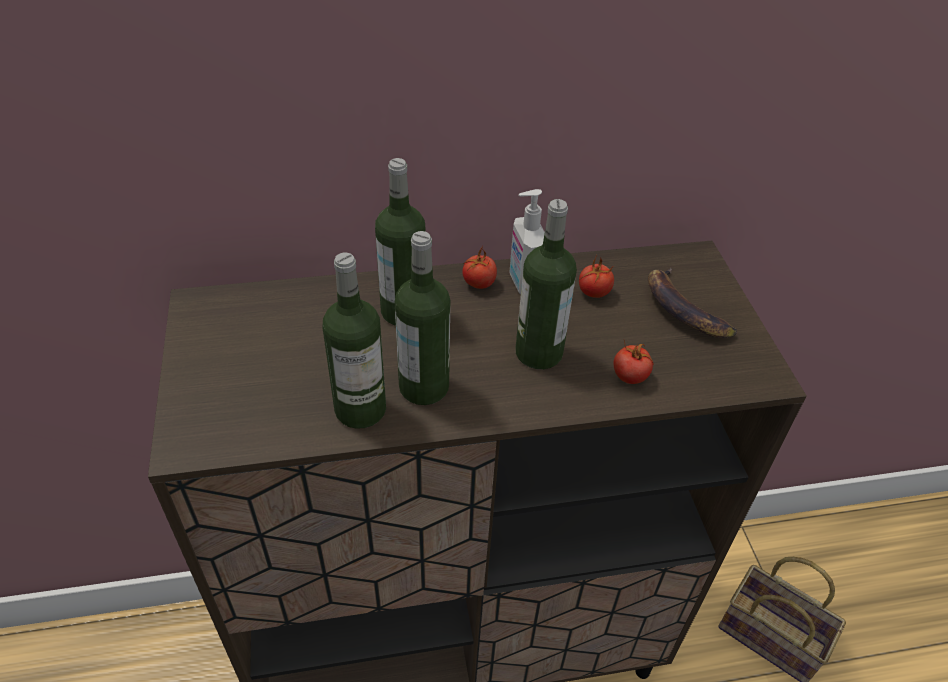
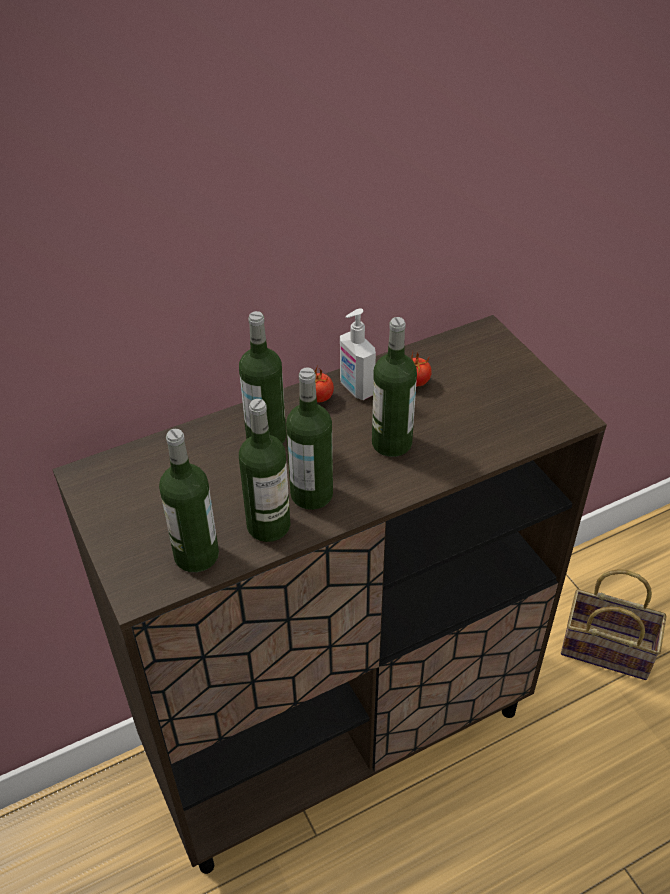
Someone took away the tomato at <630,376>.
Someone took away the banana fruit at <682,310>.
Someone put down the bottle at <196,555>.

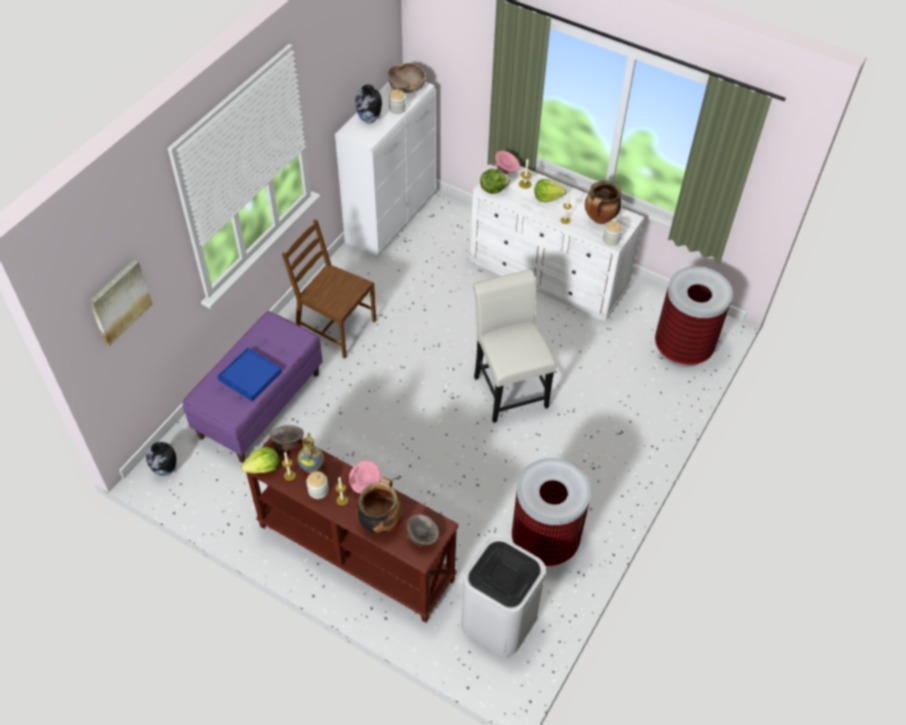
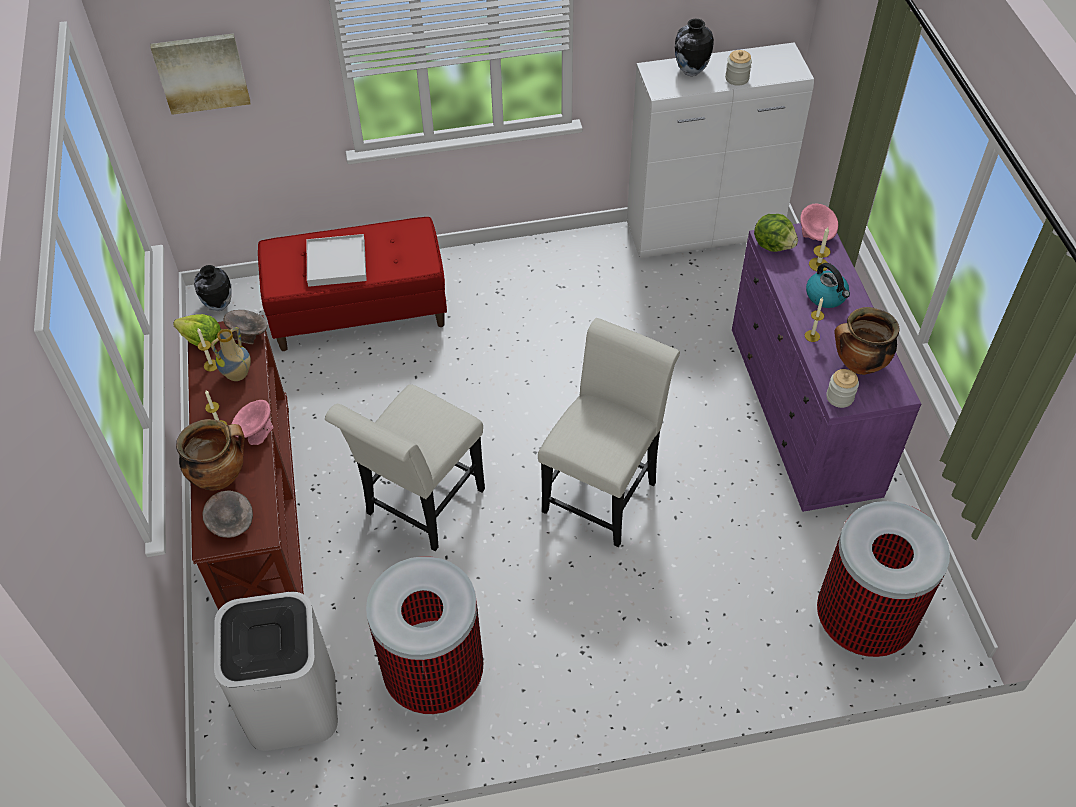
Someone took away the brown-coloured plain chair at <334,327>.
Someone took away the jar at <318,490>.
Someone took away the brown-coloured serving bowl at <406,88>.
Someone put down the white plain chair at <420,507>.
Someone swapped the lettuce head at <547,197> for the tea kettle at <826,296>.
Someone repainted the purple-coloured indoor bench at <260,404>, which became the red indoor bench at <360,312>.
Someone repainted the bluish carrying tray at <250,376>, which became the white carrying tray at <337,263>.
Someone repainted the white chest of drawers at <549,276>, which became the purple-coloured chest of drawers at <803,414>.

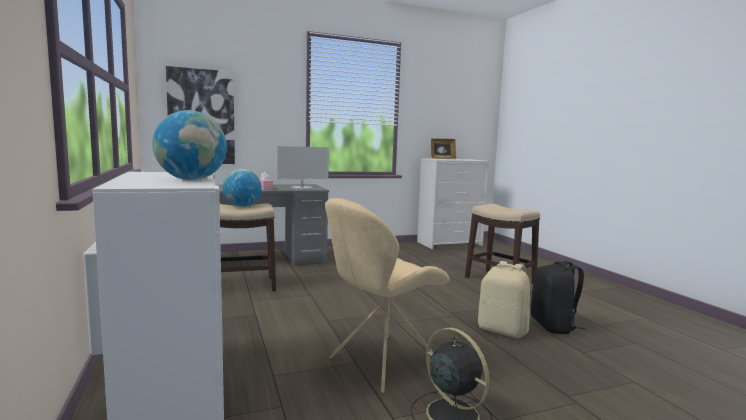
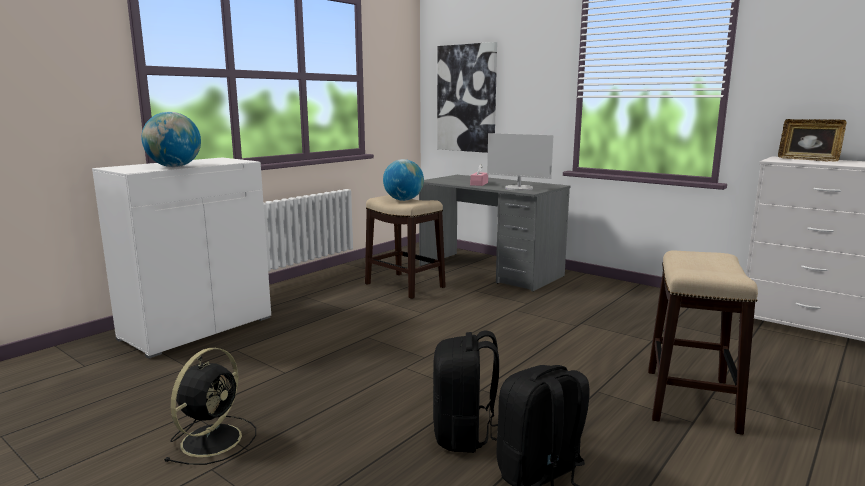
Someone took away the beige plain chair at <381,363>.
Someone repainted the beige rucksack at <503,330>, which became the blackish rucksack at <465,435>.

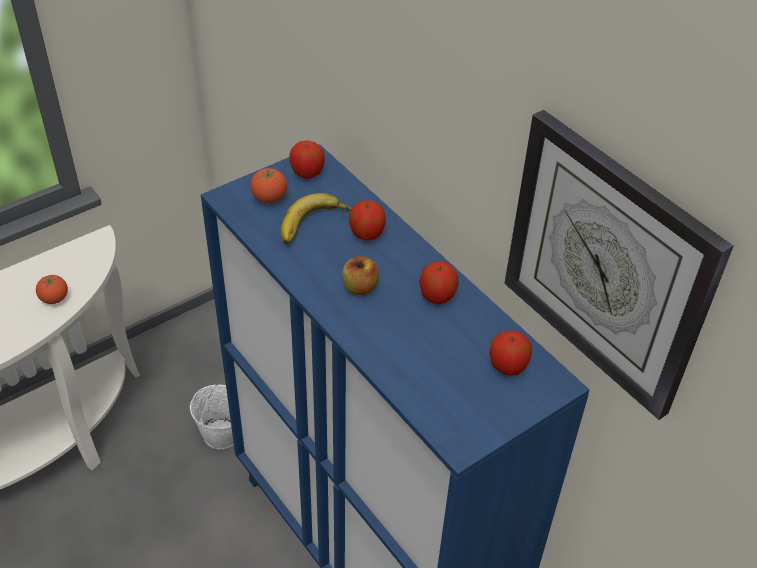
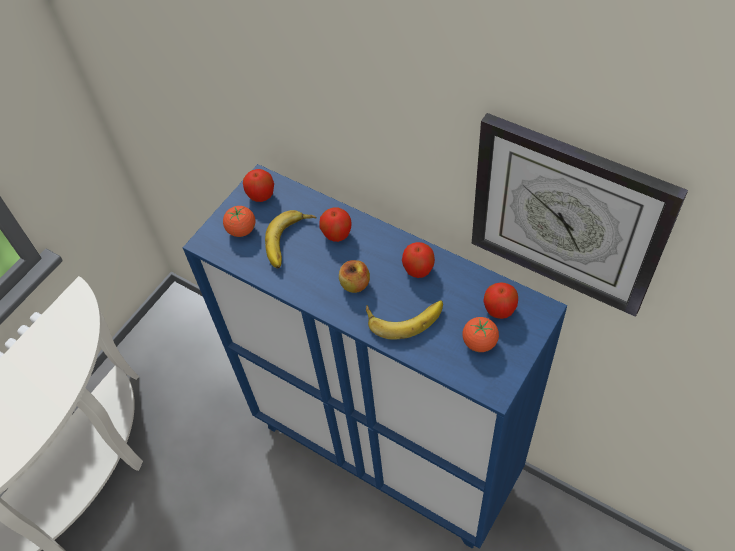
Someone took away the white pail at <221,434>.
Someone put down the banana fruit at <404,316>.
Someone carried the tomato from <54,299> to <479,342>.

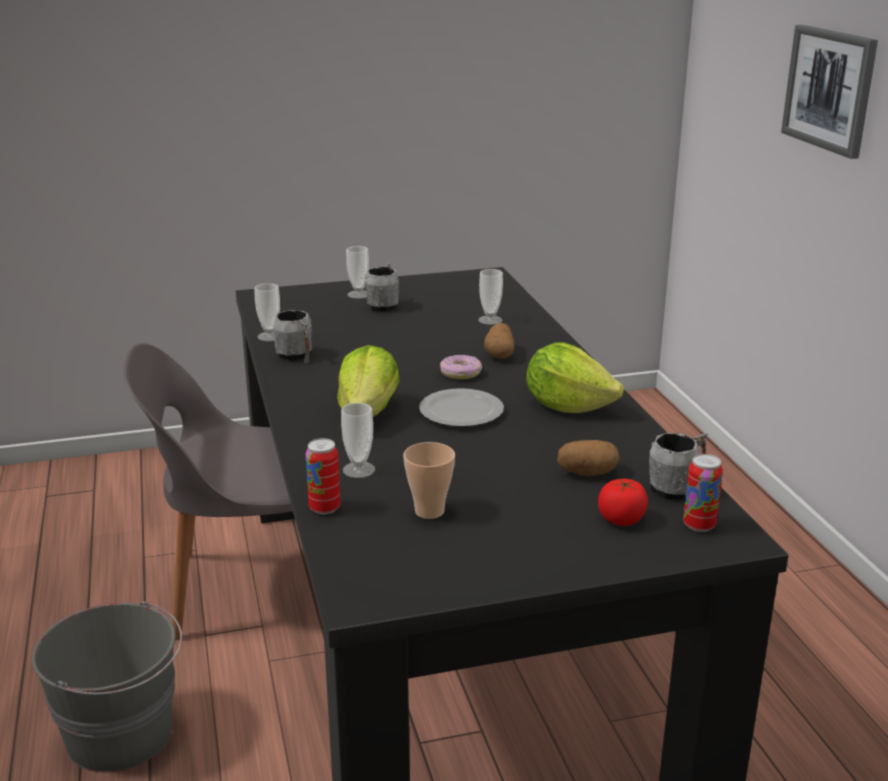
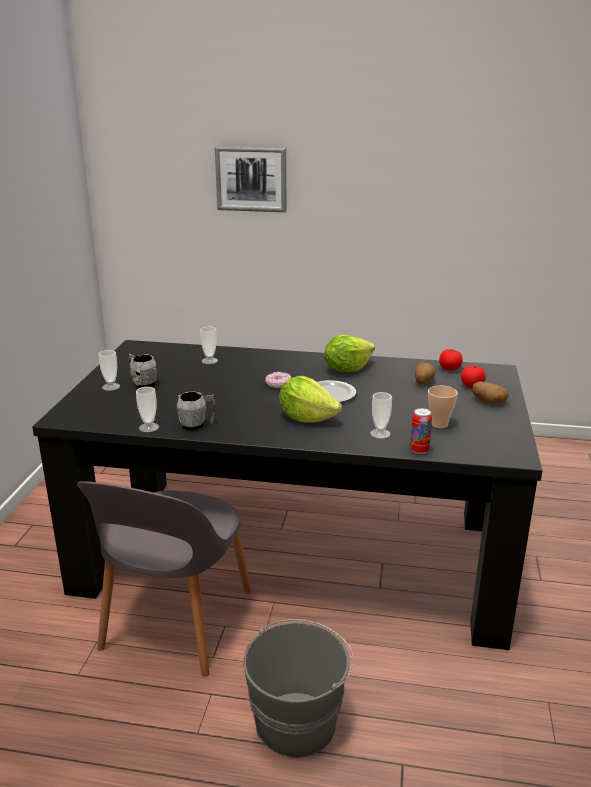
Someone took away the metal can at <699,525>.
Someone carried the spud from <499,354> to <488,401>.
Someone swapped the greyish mug at <677,488> for the tomato at <450,368>.

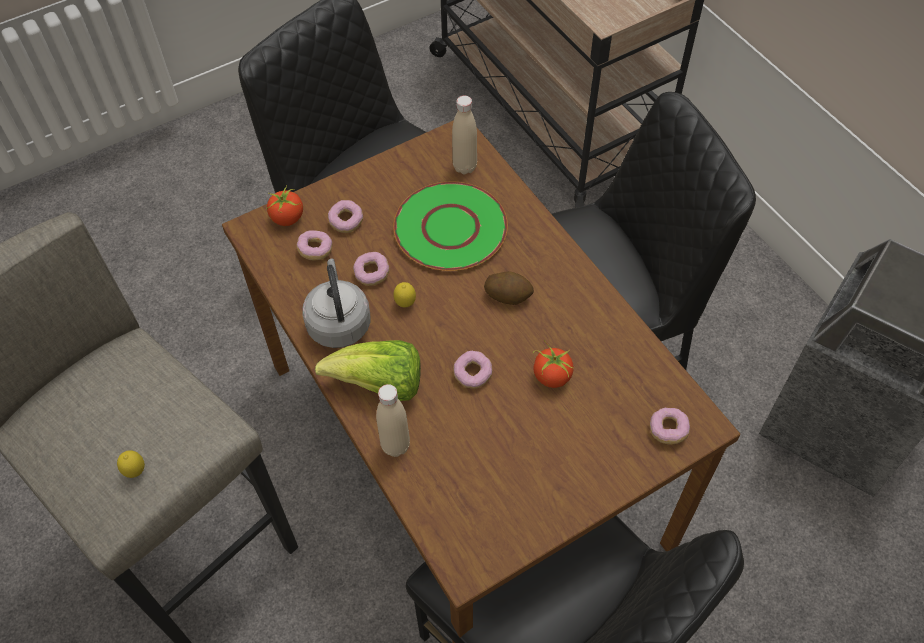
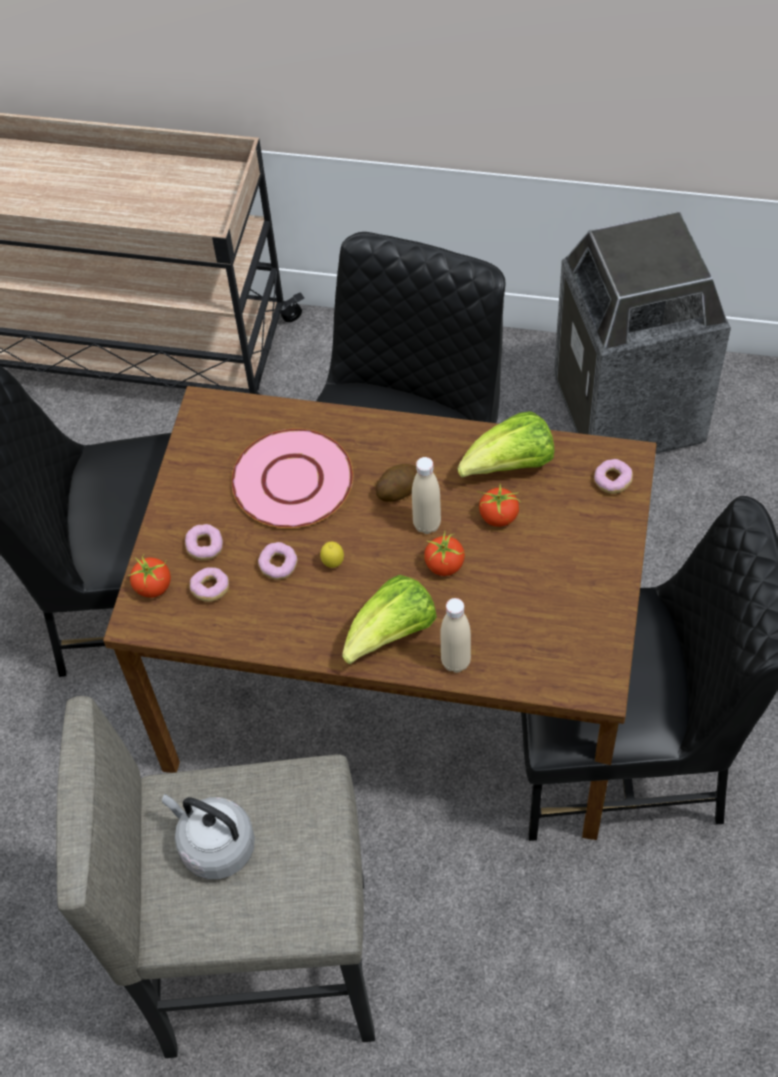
Someone took away the citrus fruit at <136,471>.
Someone put down the lettuce head at <510,466>.
Someone carried the greyish tea kettle from <338,322> to <214,845>.
Someone carried the beige bottle from <464,167> to <427,524>.
Someone swapped the donut at <472,374> for the tomato at <444,566>.
Someone repainted the green flat dish at <450,228>, which became the pink flat dish at <292,481>.

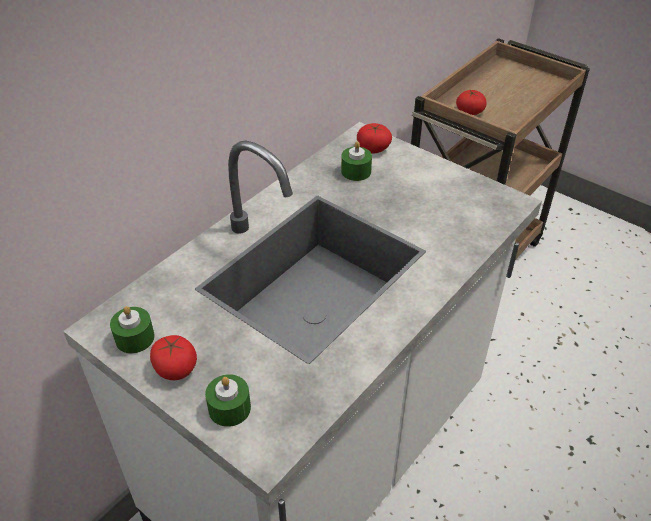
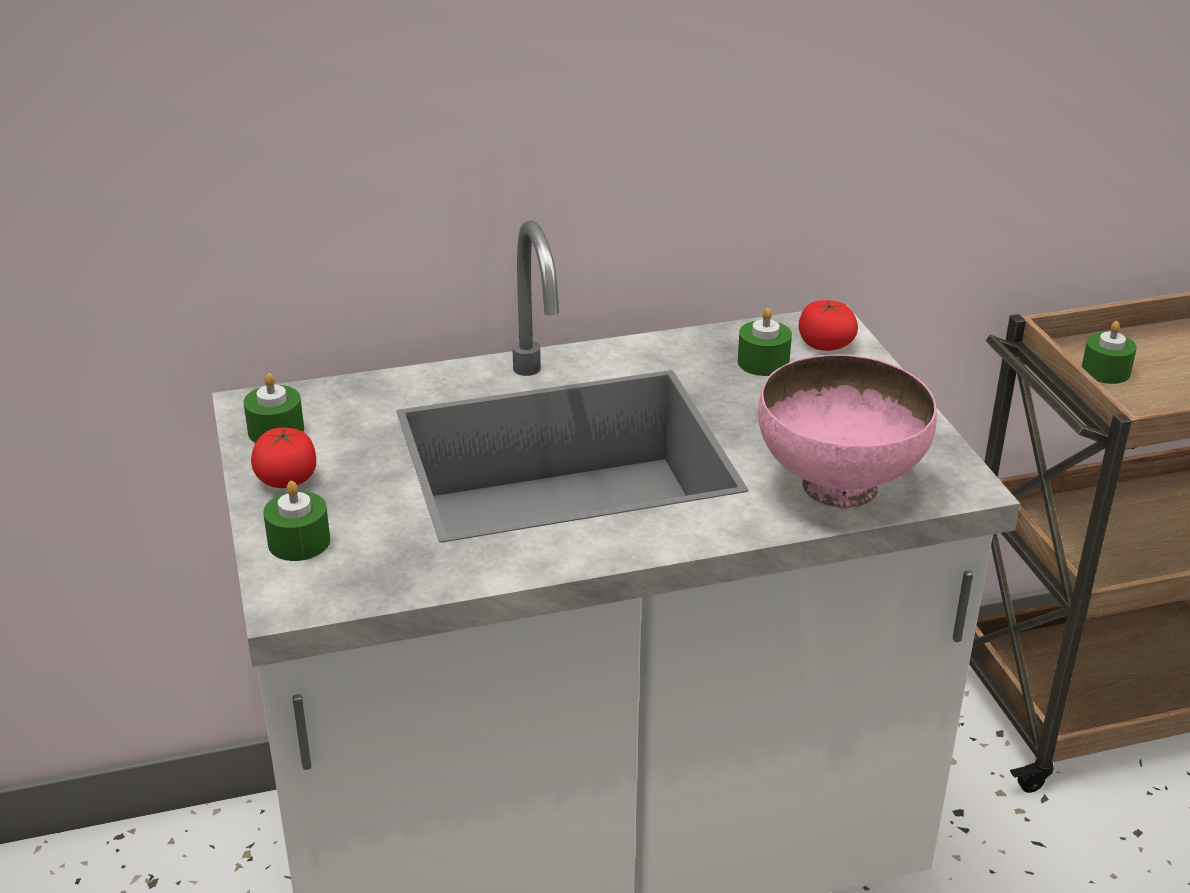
Someone put down the pink serving bowl at <837,486>.
Someone swapped the tomato at <469,111> for the green wax candle at <1105,371>.

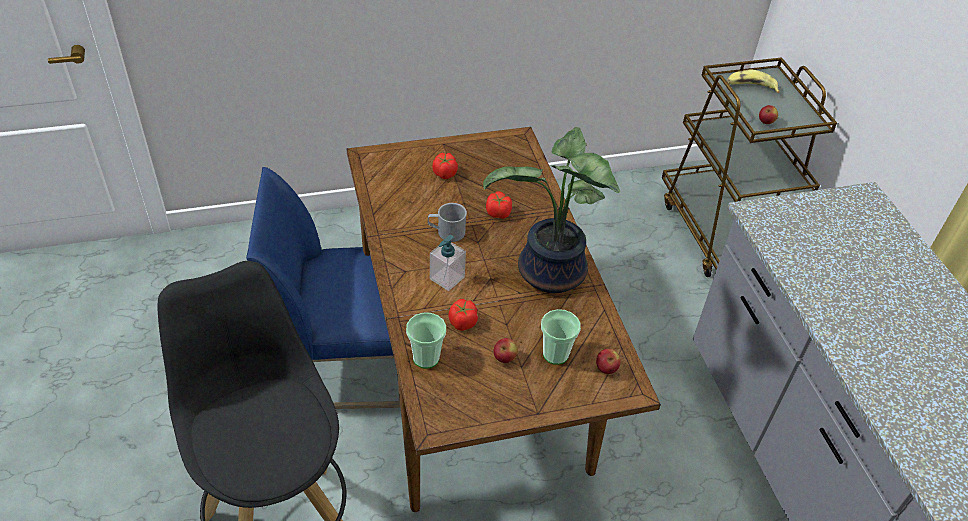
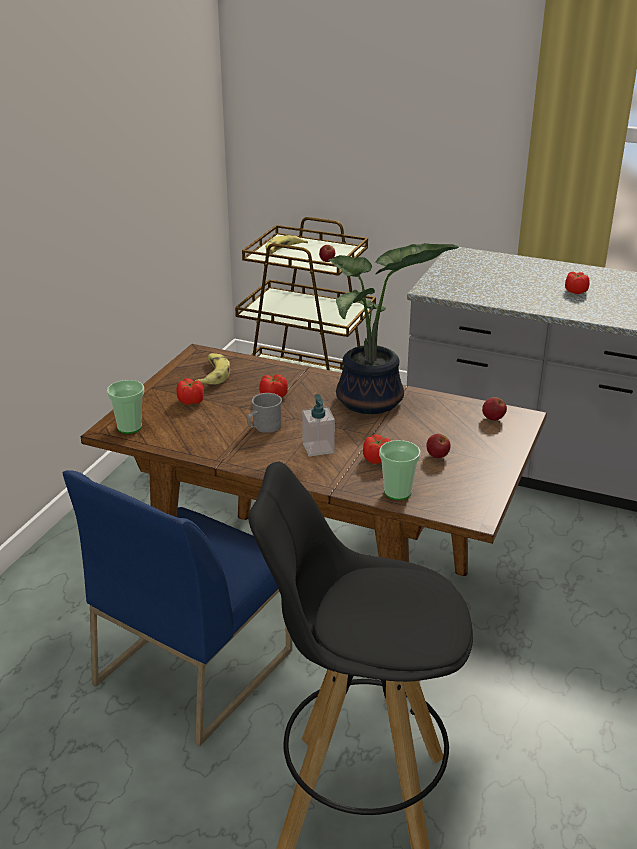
Someone put down the banana fruit at <212,375>.
Someone put down the tomato at <575,291>.
Someone carried the drinking cup from <555,354> to <129,427>.

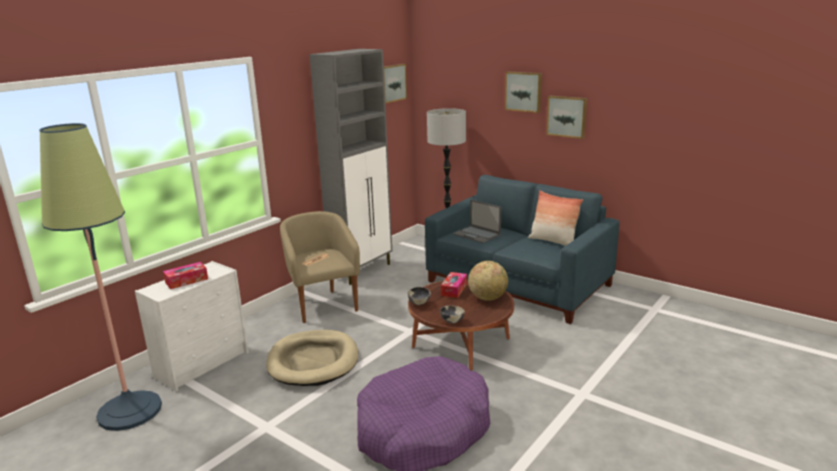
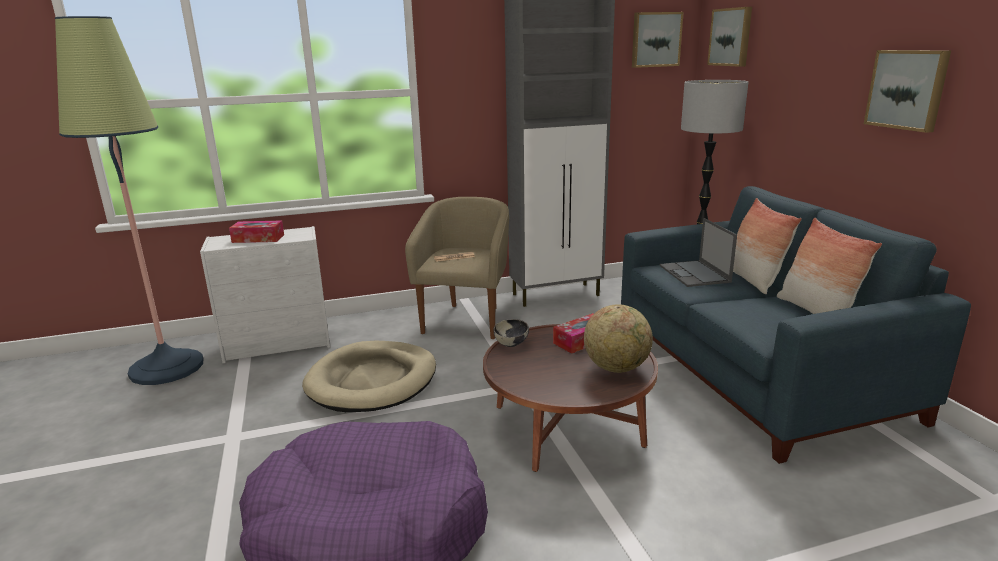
Someone took away the serving bowl at <452,321>.
Someone put down the throw pillow at <752,280>.
Someone carried the wall picture from <524,91> to <731,37>.

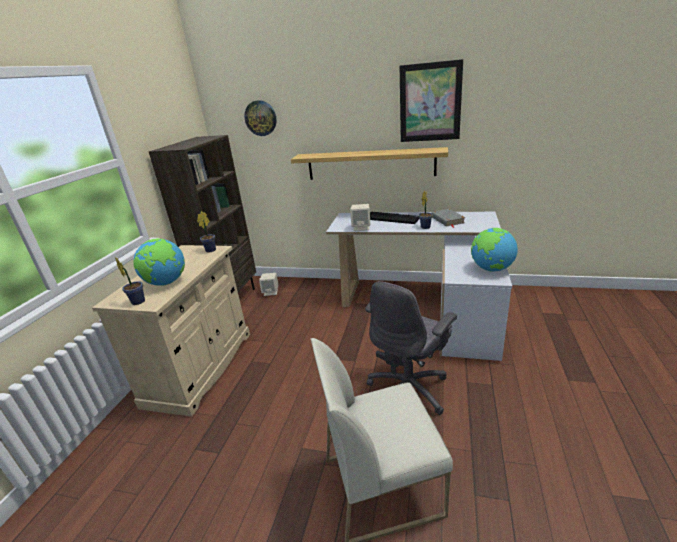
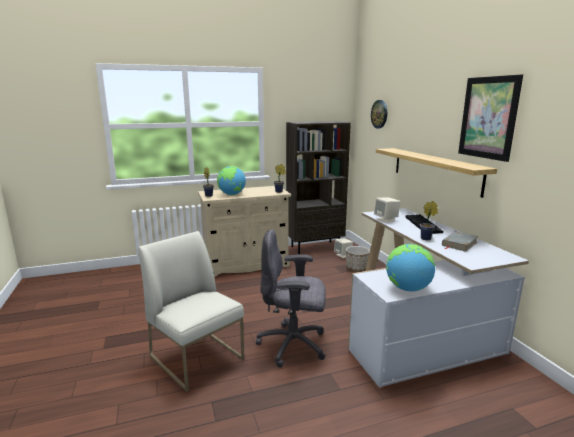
Someone put down the planter at <356,268>.

